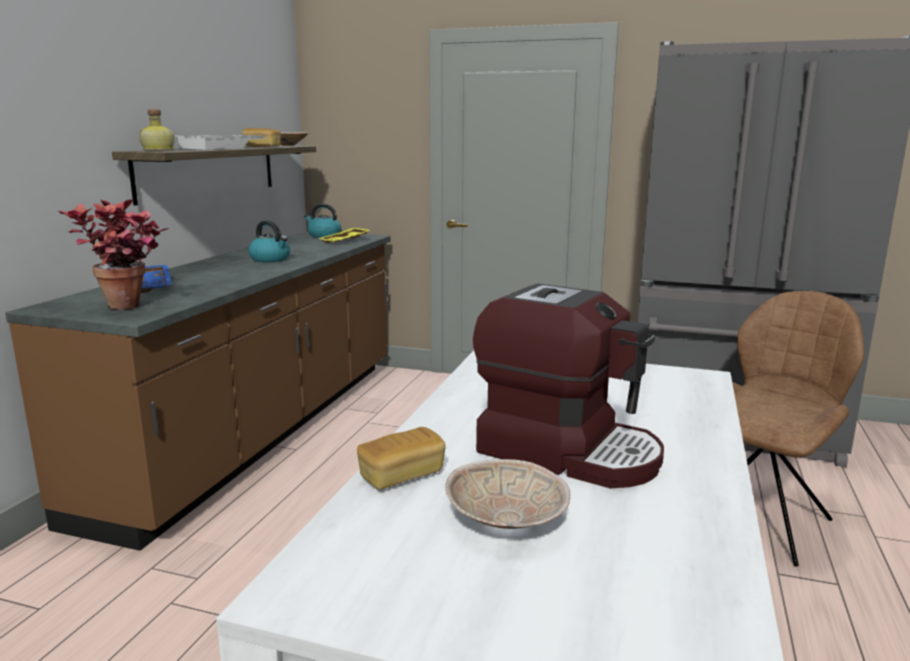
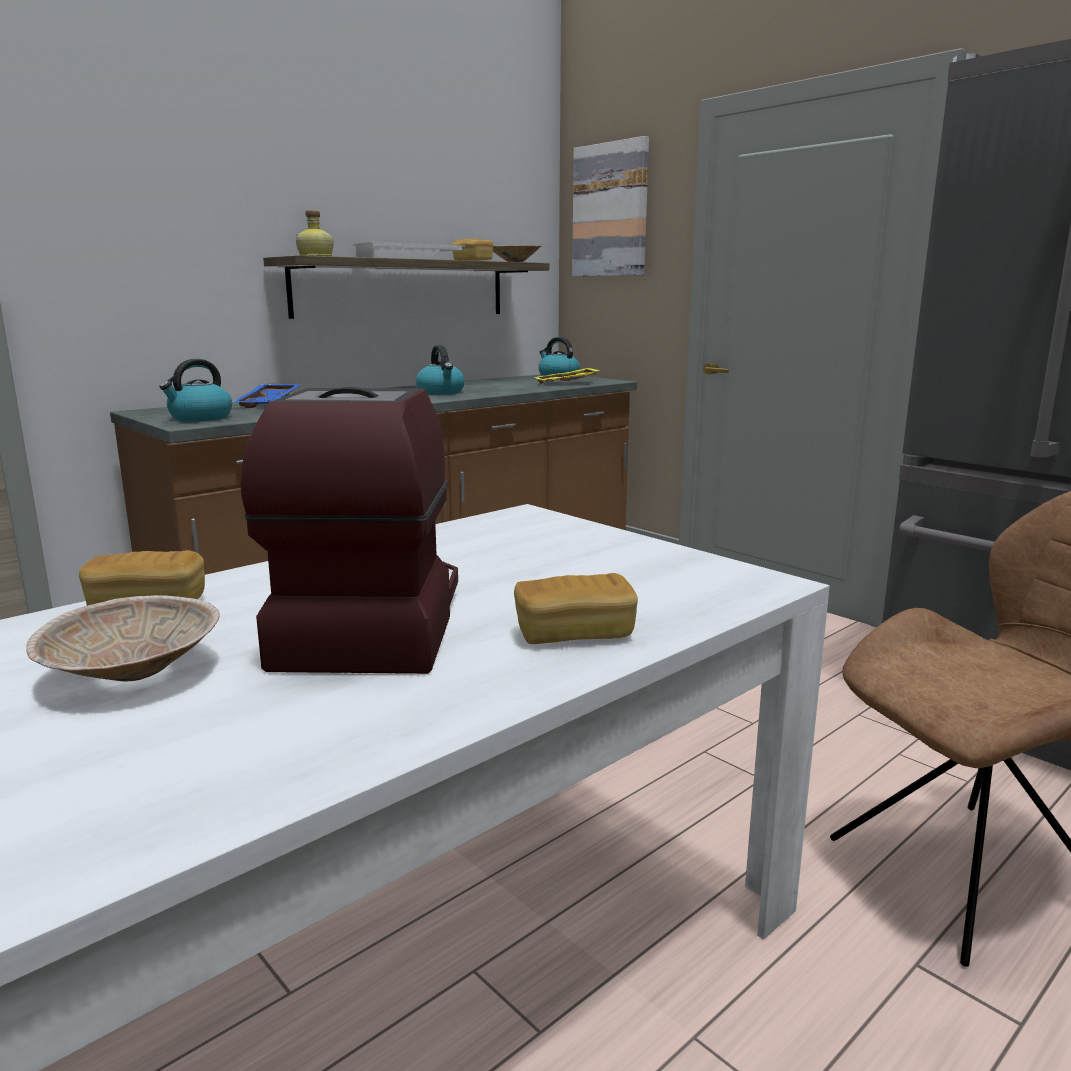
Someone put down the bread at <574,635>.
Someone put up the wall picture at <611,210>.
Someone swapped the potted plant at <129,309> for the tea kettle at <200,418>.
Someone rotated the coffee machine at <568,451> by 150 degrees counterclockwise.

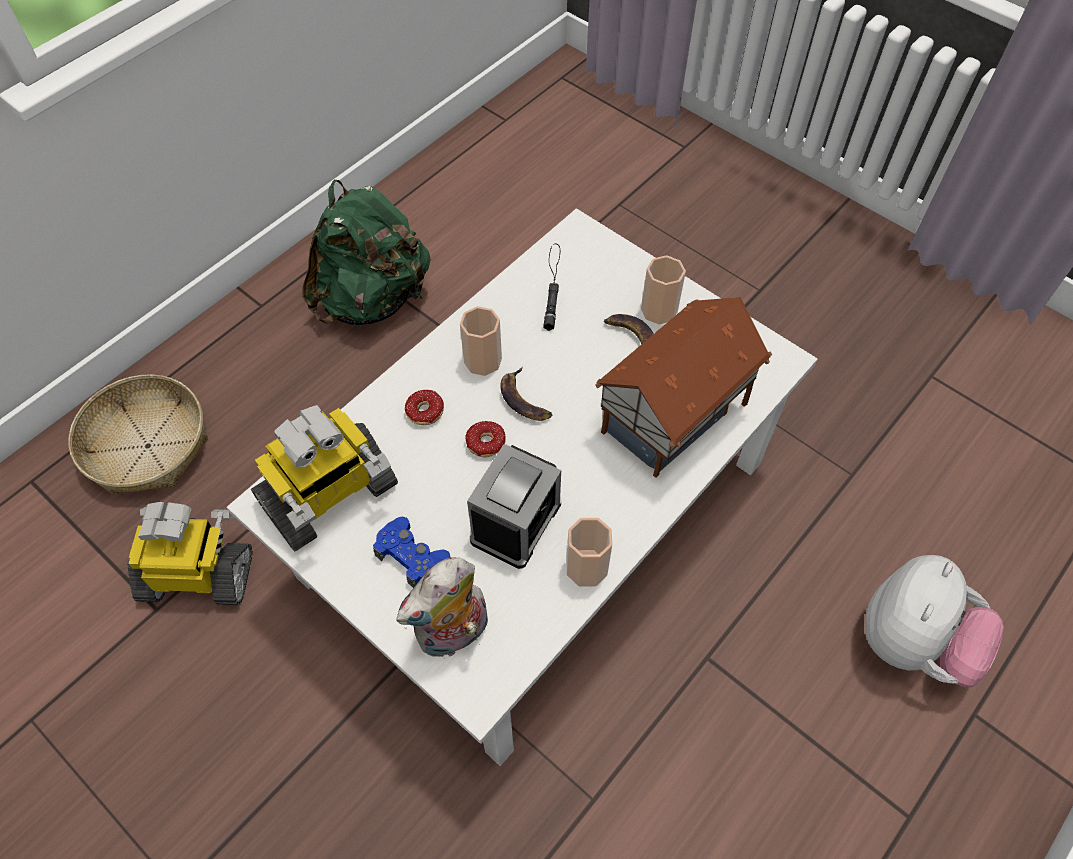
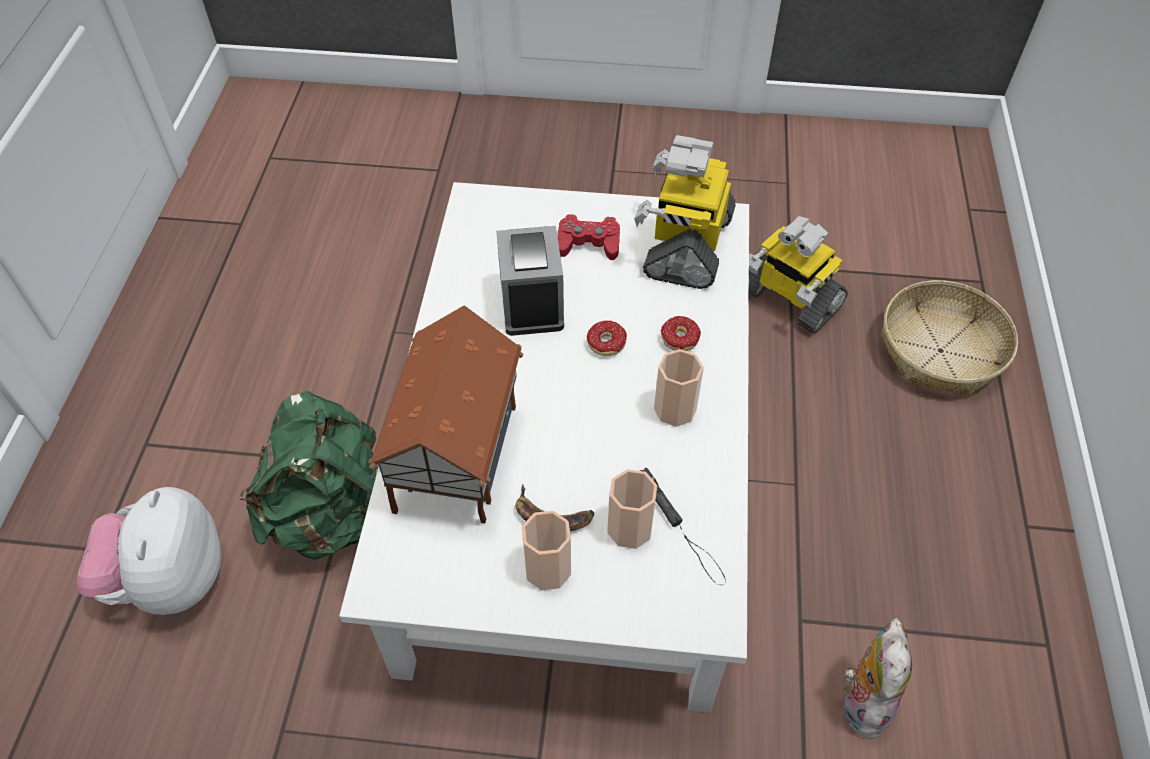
Someone took away the banana fruit at <524,399>.
Someone carried the green rucksack from <373,299> to <333,515>.
Someone carried the cuddly toy from <453,634> to <862,700>.
Someone carried the drinking cup from <586,567> to <629,528>.
Someone repainted the bluish joypad at <412,556>, which became the red joypad at <588,243>.
Someone rotated the toy robot at <199,574> by 75 degrees clockwise.

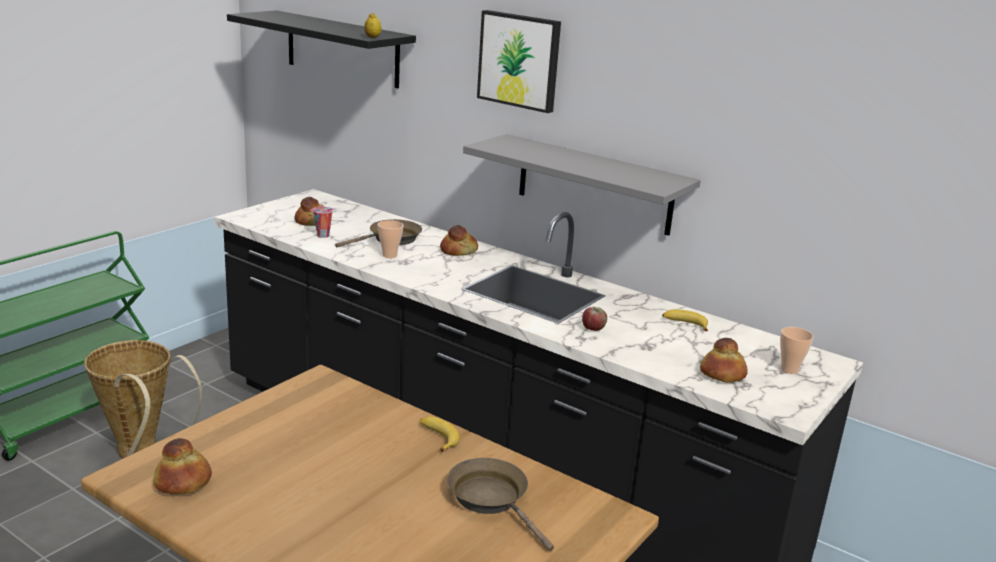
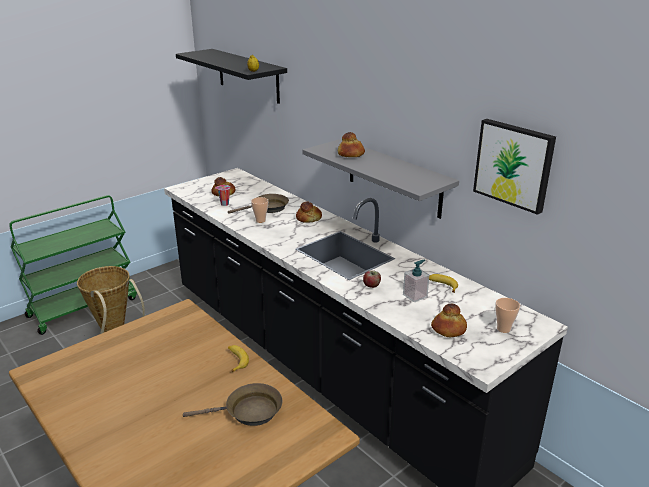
Someone put down the soap bottle at <415,296>.
Someone carried the bread from <182,482> to <350,154>.
Someone carried the wall picture from <520,60> to <514,164>.
Someone rotated the brown-coloured skillet at <492,499> by 105 degrees clockwise.

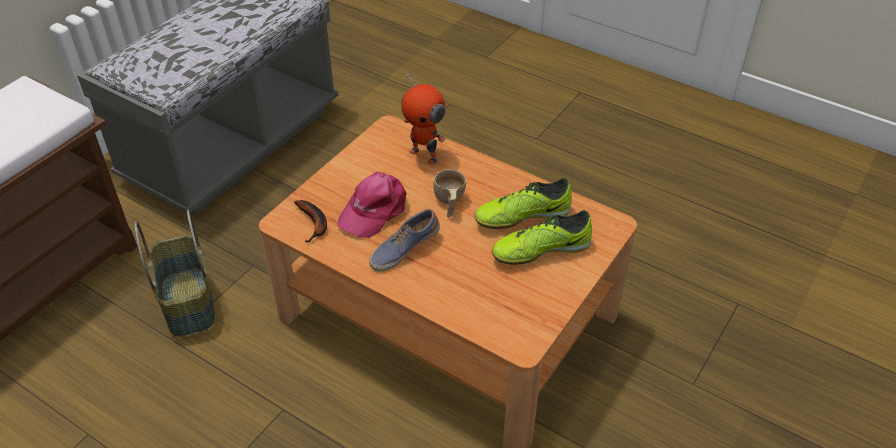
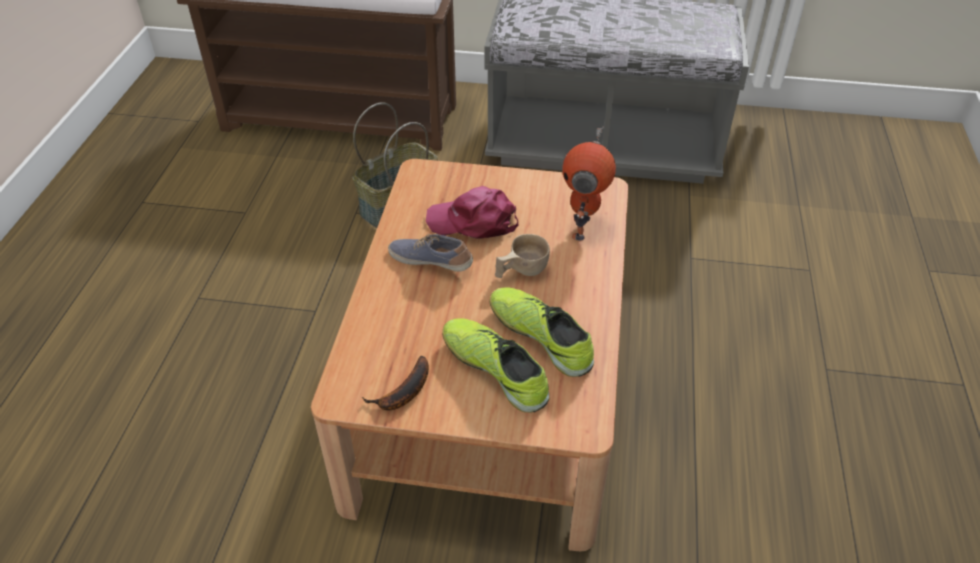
Someone carried the banana fruit from <314,223> to <403,393>.

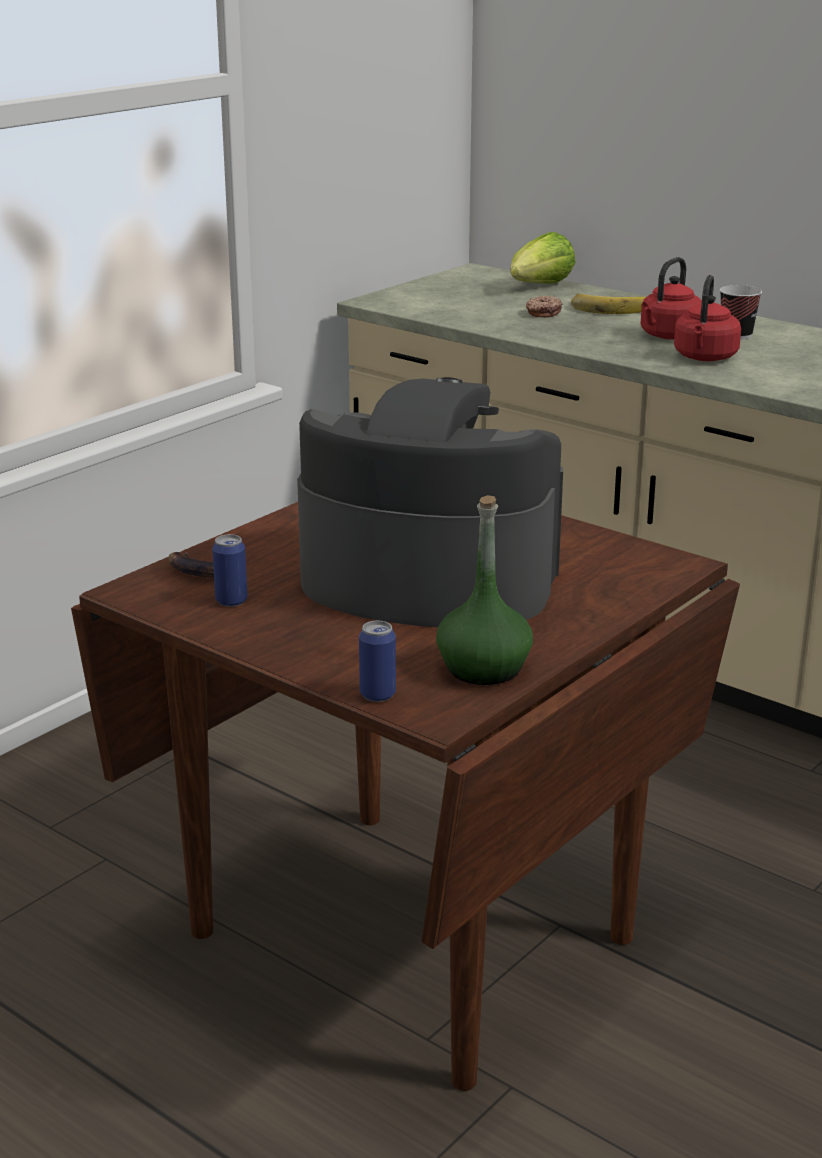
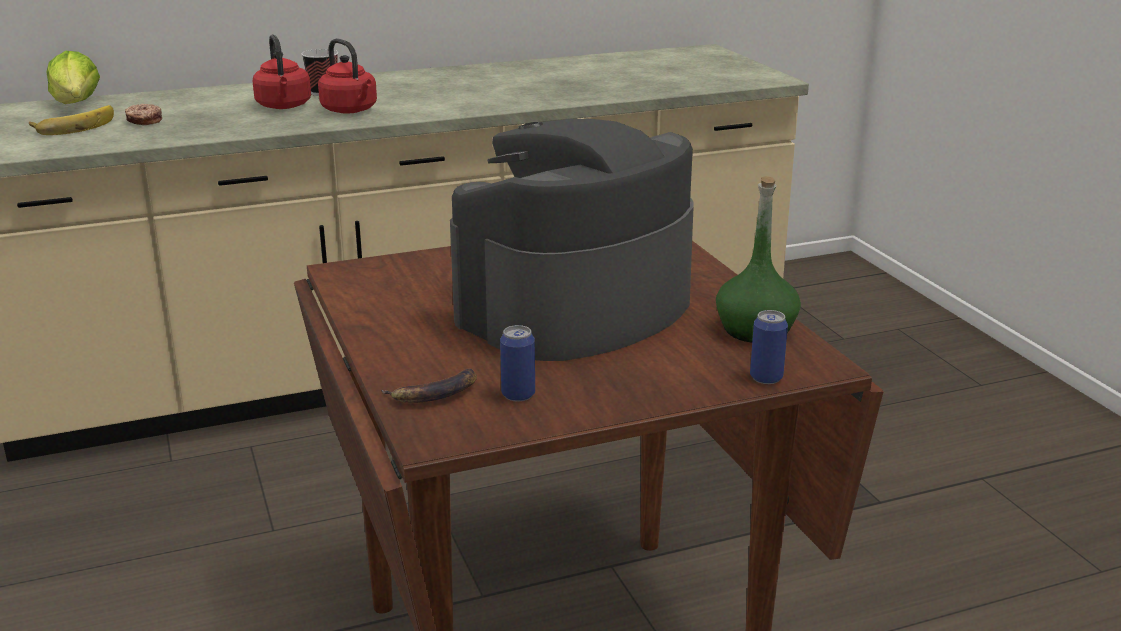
Someone carried the banana fruit from <610,307> to <74,125>.

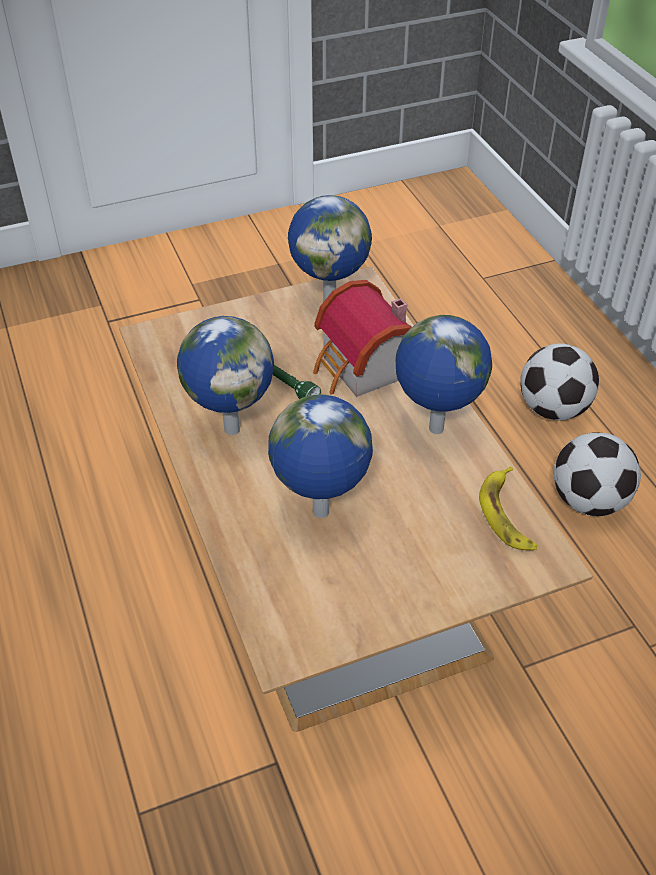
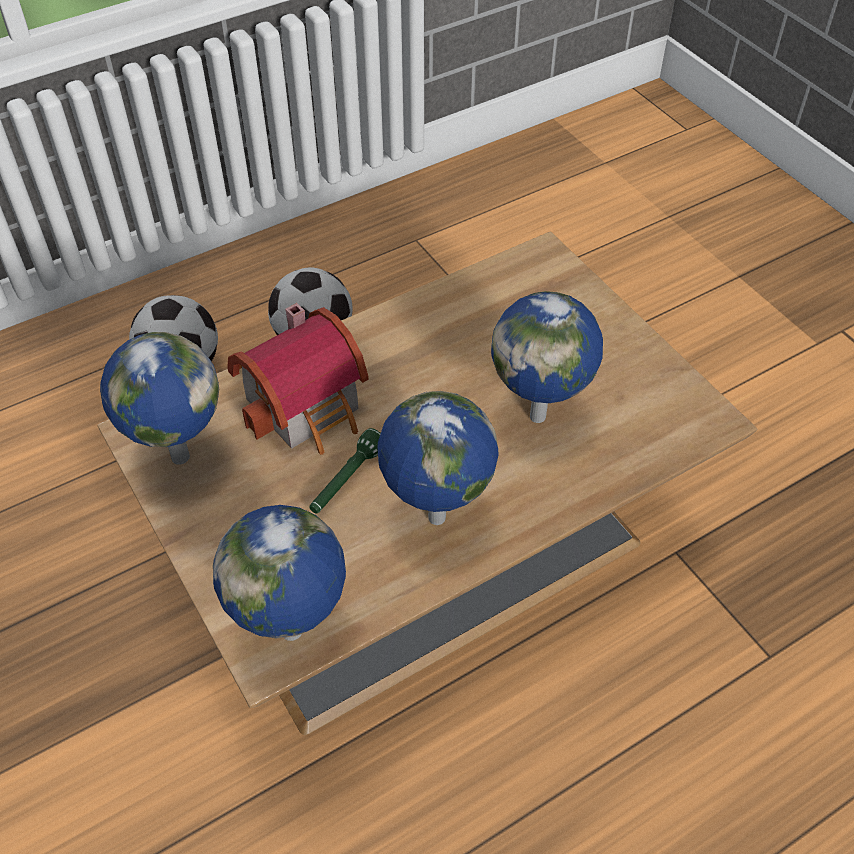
Someone took away the banana fruit at <507,515>.
Someone carried the world globe from <435,430> to <294,633>.

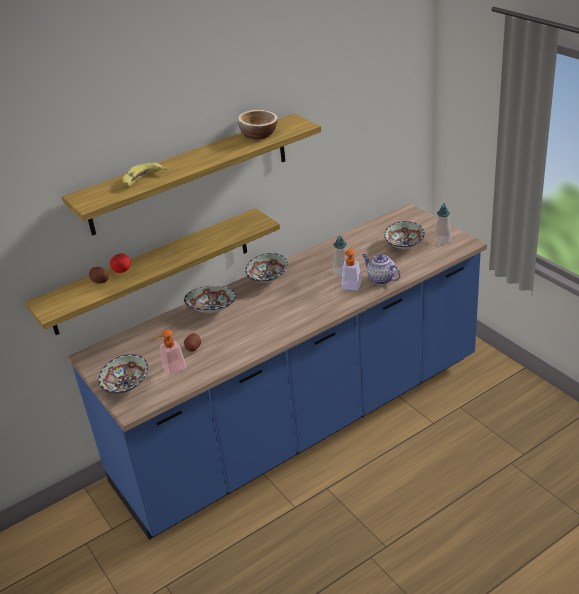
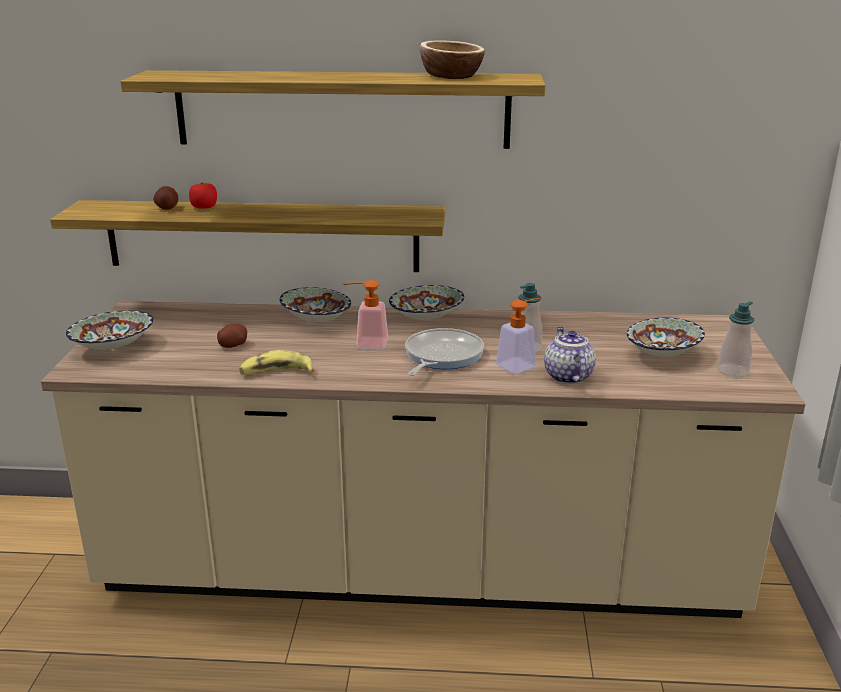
Someone put down the skillet at <441,356>.
Someone carried the banana fruit from <142,180> to <276,373>.
Someone carried the soap bottle from <170,369> to <366,343>.
Someone repainted the bluish kitchen base unit at <302,422>, which became the beige kitchen base unit at <420,568>.

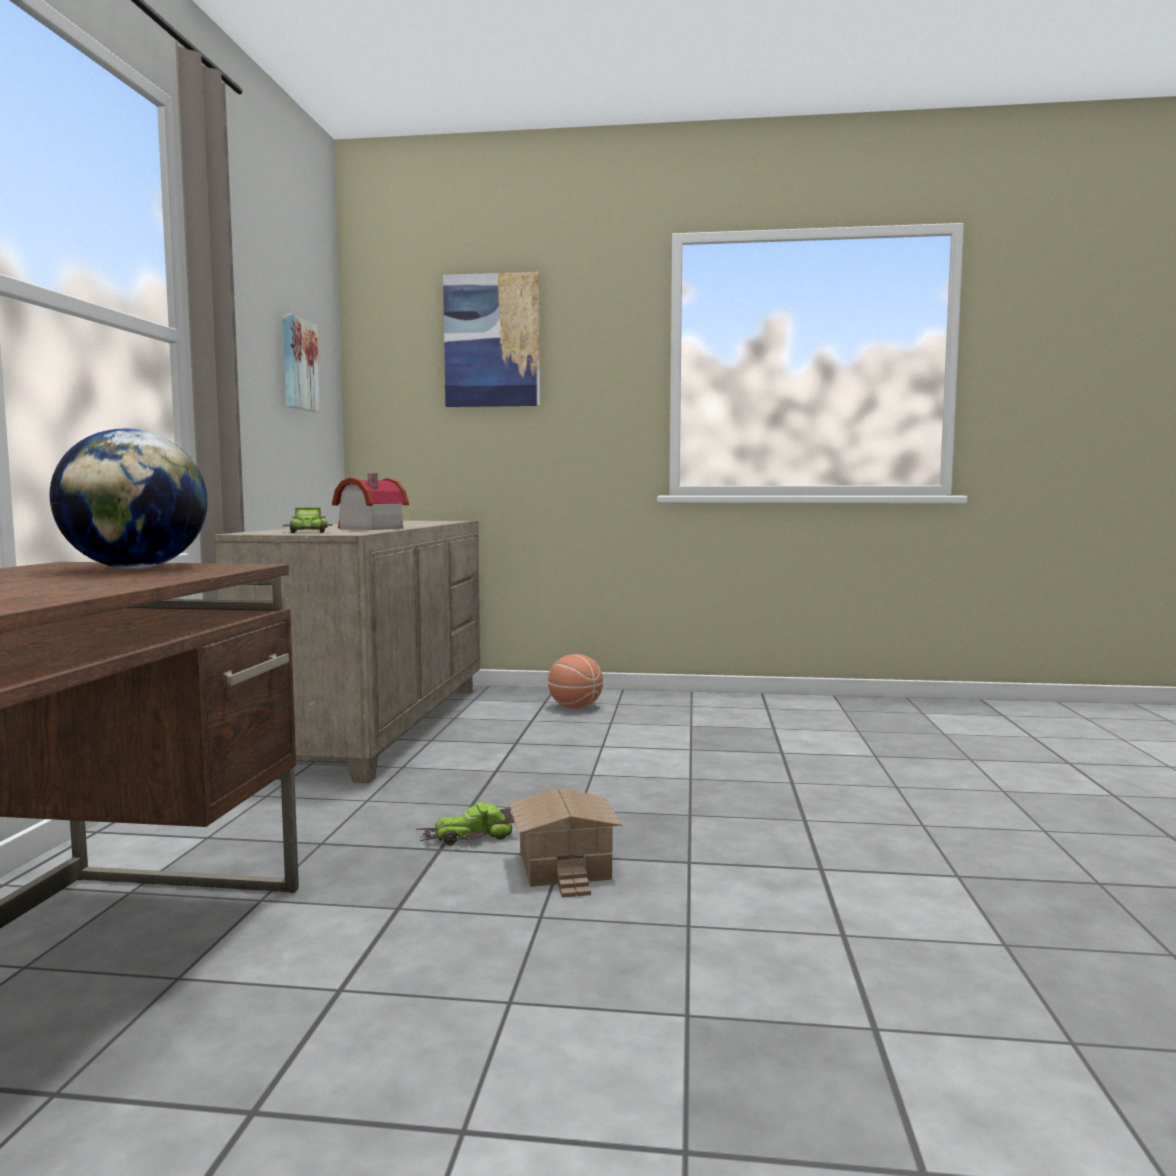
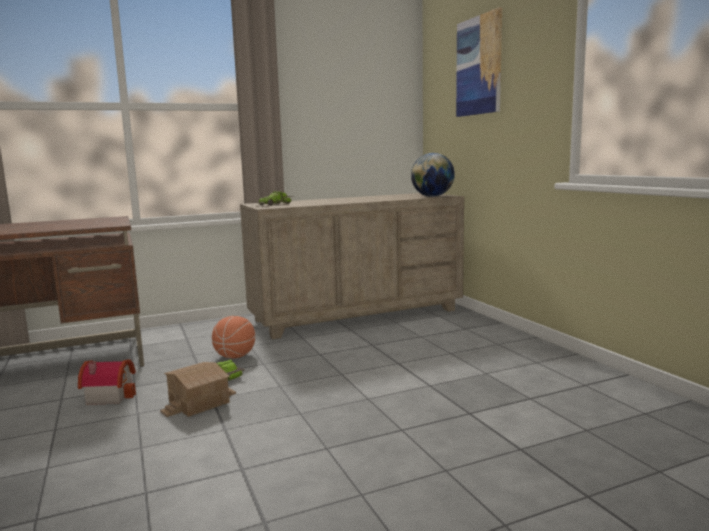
Someone took away the wall picture at <297,365>.
Someone carried the world globe from <135,568> to <432,196>.
Someone carried the model house from <367,528> to <109,395>.
Someone carried the ball for basketball from <575,707> to <235,356>.

